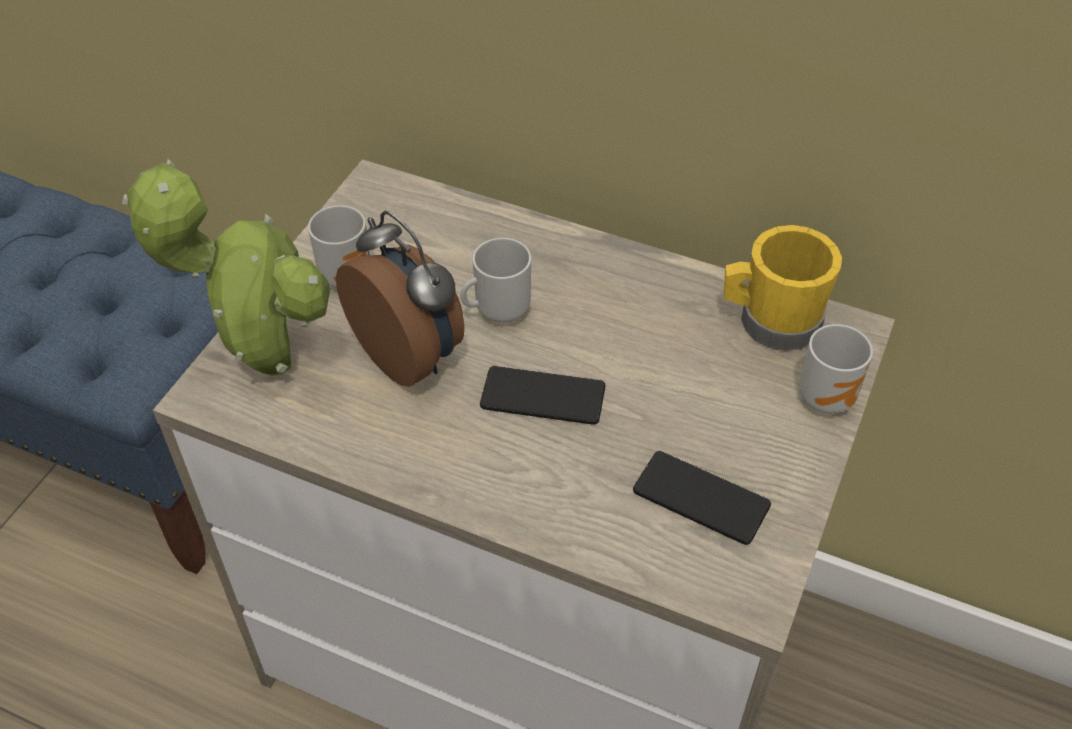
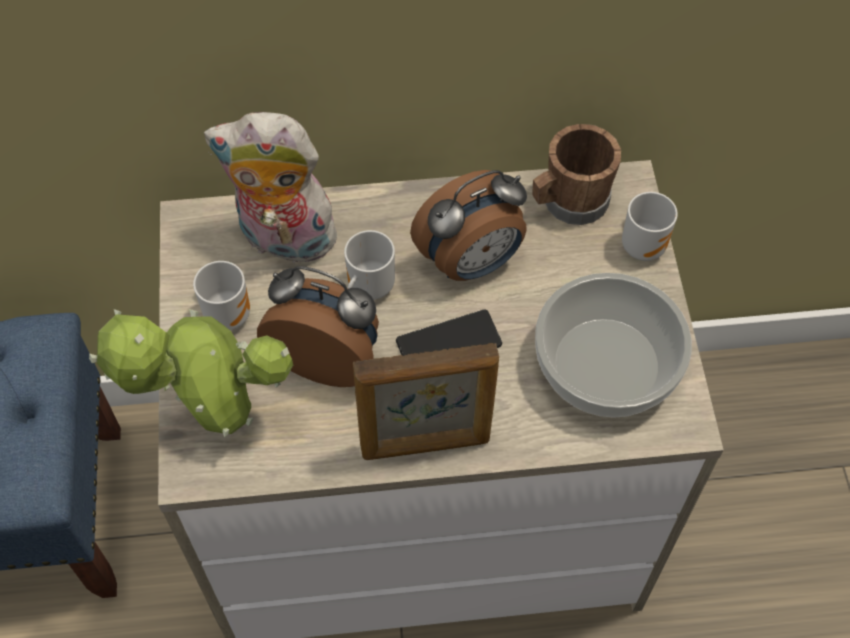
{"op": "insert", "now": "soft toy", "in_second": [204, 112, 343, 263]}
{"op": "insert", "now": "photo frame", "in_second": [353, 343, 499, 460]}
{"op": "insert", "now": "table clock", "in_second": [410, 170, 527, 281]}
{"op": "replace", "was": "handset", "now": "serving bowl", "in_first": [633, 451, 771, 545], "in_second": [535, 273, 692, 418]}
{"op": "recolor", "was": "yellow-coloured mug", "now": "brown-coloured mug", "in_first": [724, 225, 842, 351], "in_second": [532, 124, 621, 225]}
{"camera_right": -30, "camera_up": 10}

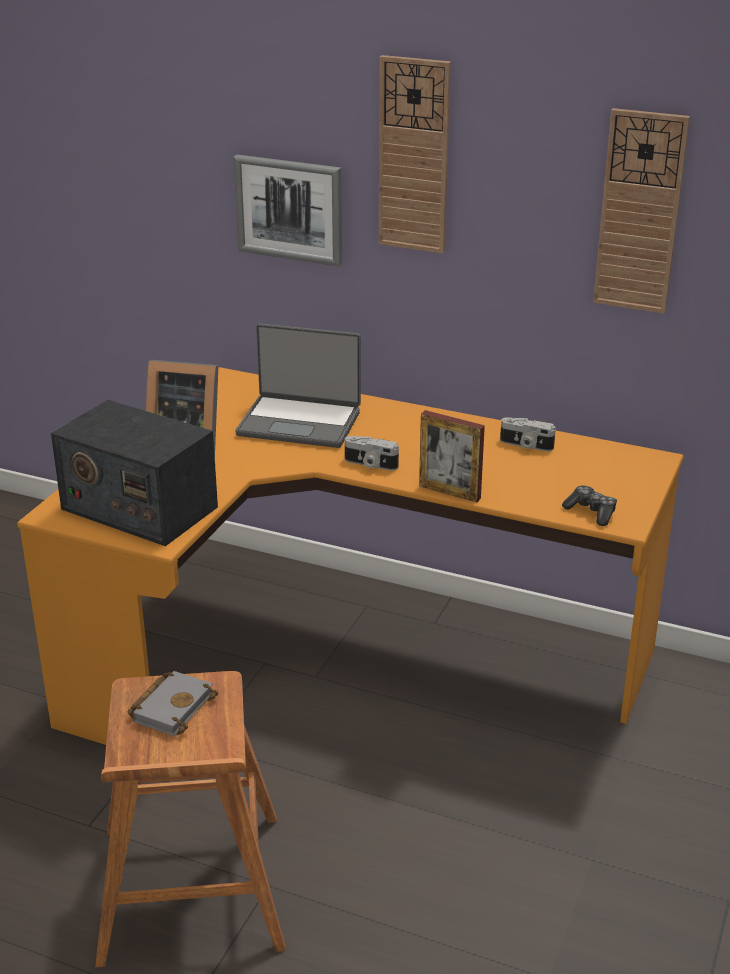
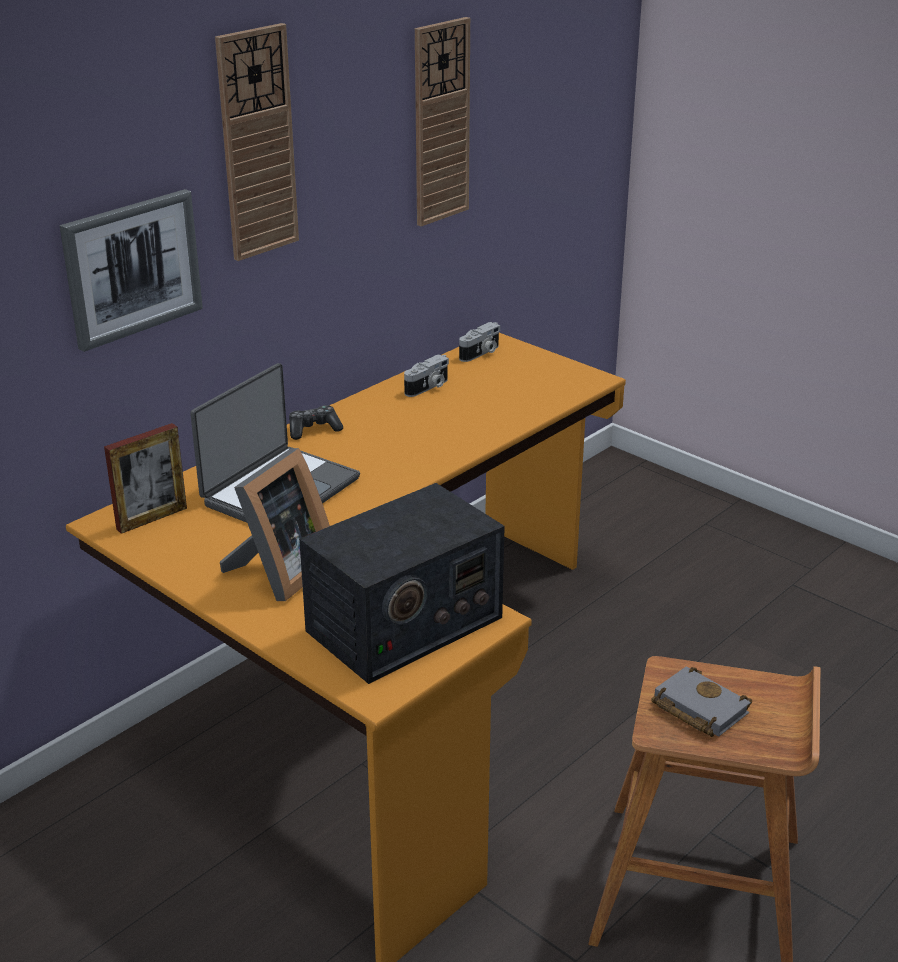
{"op": "move", "was": "still camera", "in_first": [345, 436, 399, 471], "in_second": [459, 322, 500, 362]}
{"op": "move", "was": "photo frame", "in_first": [419, 410, 485, 502], "in_second": [104, 423, 187, 534]}
{"op": "move", "was": "joypad", "in_first": [562, 485, 617, 526], "in_second": [289, 405, 343, 440]}
{"camera_right": -70, "camera_up": 0}

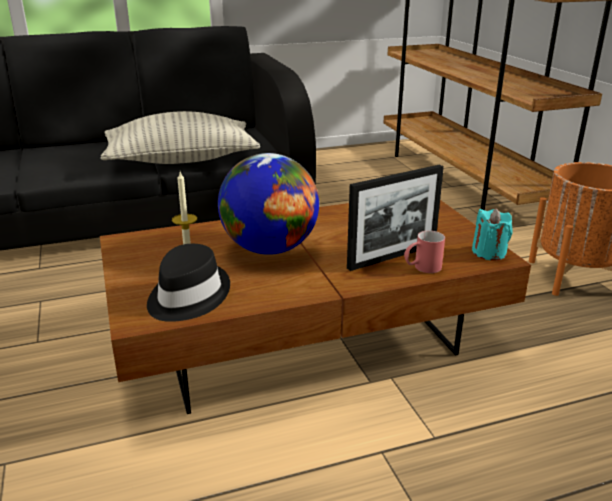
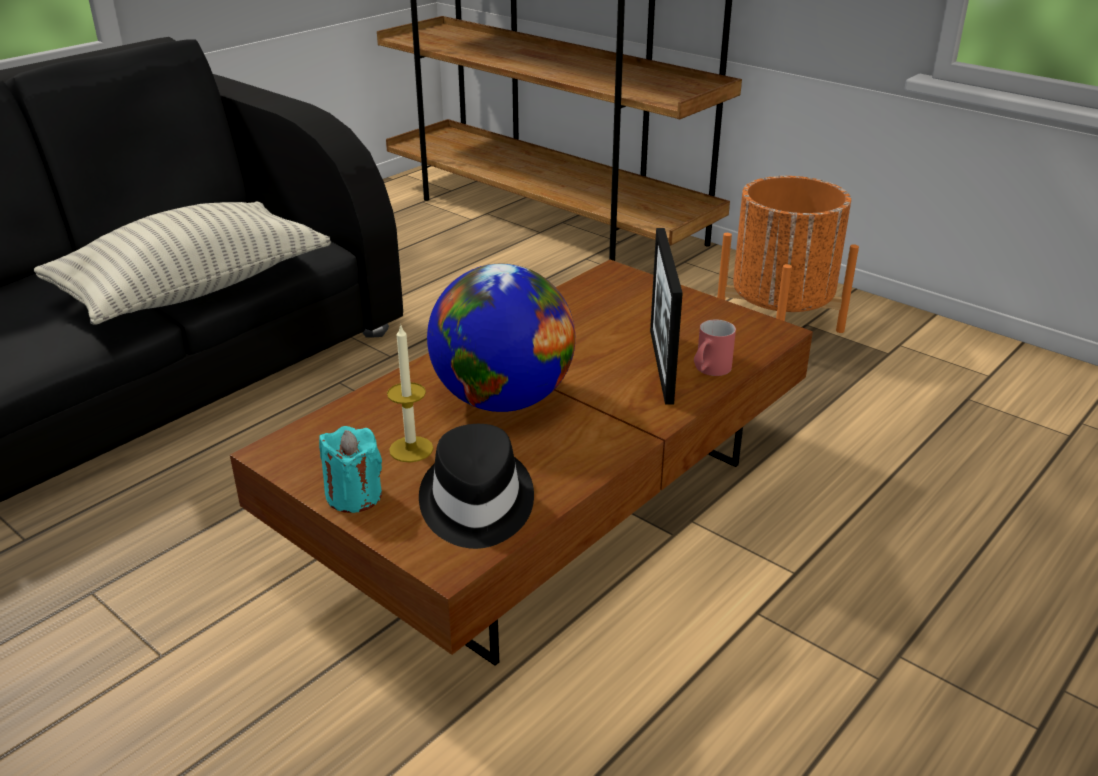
{"op": "move", "was": "turquoise-coloured wax light", "in_first": [472, 208, 513, 261], "in_second": [319, 426, 382, 513]}
{"op": "rotate", "was": "photo frame", "in_first": [347, 165, 444, 271], "in_second": [650, 228, 683, 405], "clockwise": 150}
{"camera_right": -30, "camera_up": 5}

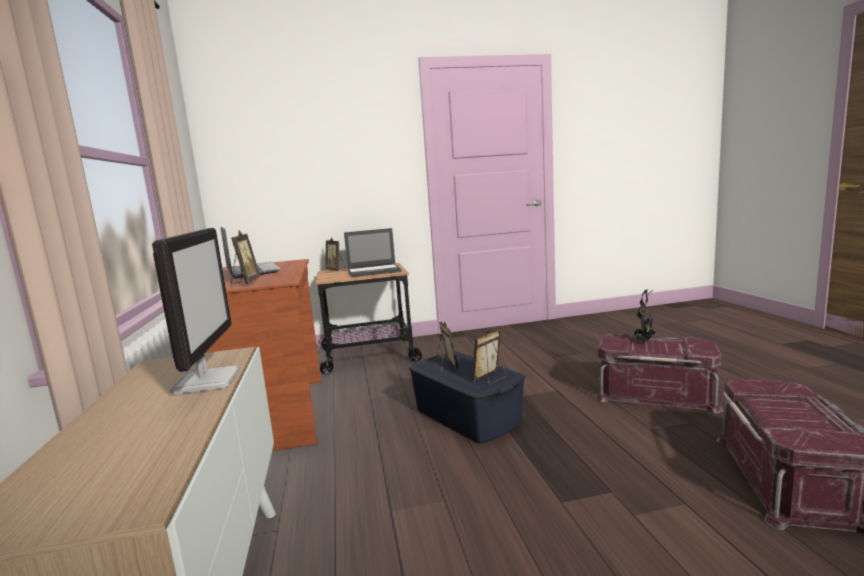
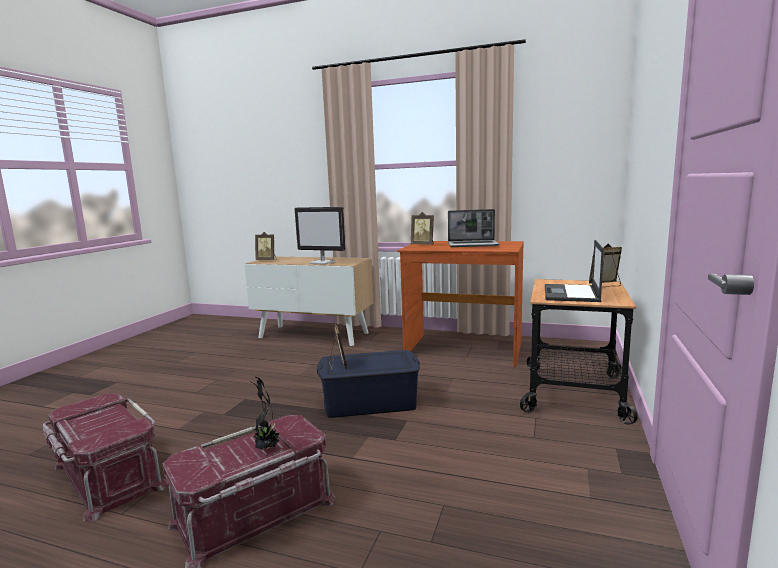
{"op": "move", "was": "photo frame", "in_first": [435, 321, 459, 370], "in_second": [255, 232, 276, 260]}
{"camera_right": 120, "camera_up": 0}

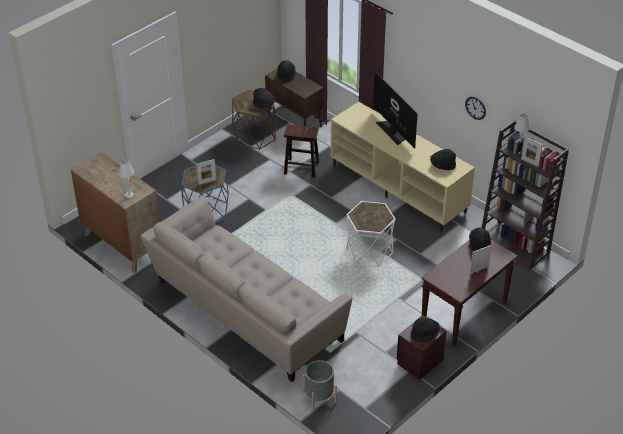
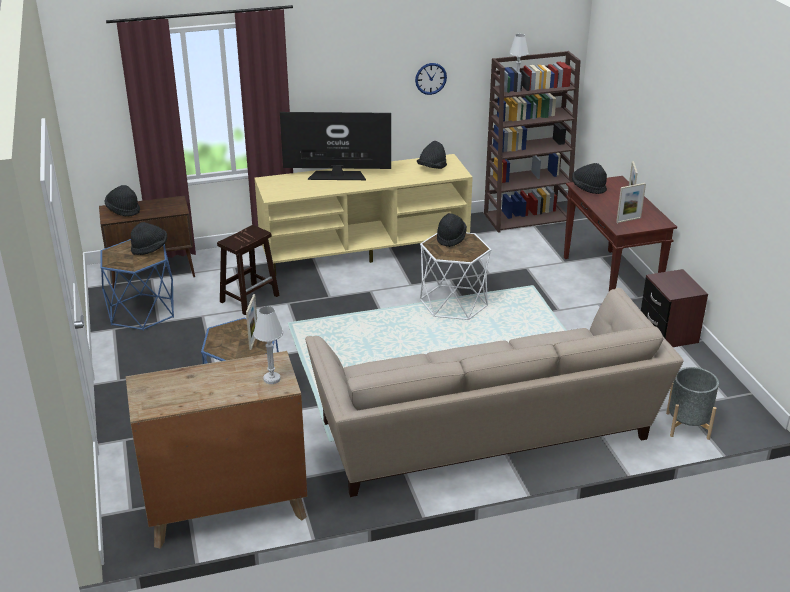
{"op": "move", "was": "black wearable hat", "in_first": [411, 317, 440, 342], "in_second": [437, 213, 467, 247]}
{"op": "move", "was": "photo frame", "in_first": [521, 136, 543, 167], "in_second": [616, 183, 646, 223]}
{"op": "recolor", "was": "brown-coloured side table", "now": "bluish side table", "in_first": [232, 90, 276, 150], "in_second": [100, 239, 174, 331]}
{"camera_right": -60, "camera_up": -10}

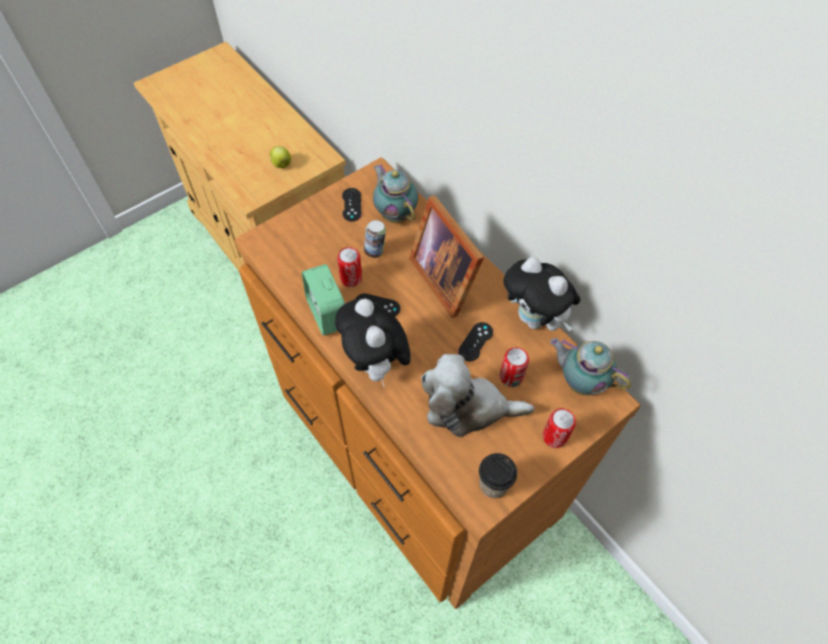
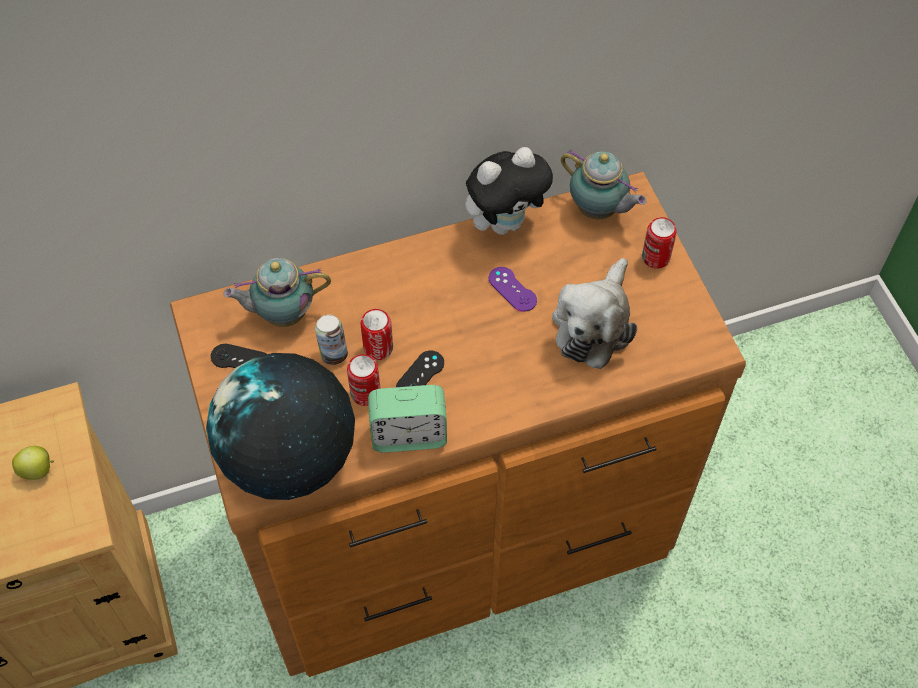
{"op": "delete", "was": "soft toy", "in_first": [335, 298, 411, 387]}
{"op": "delete", "was": "photo frame", "in_first": [409, 195, 484, 318]}
{"op": "delete", "was": "small cup", "in_first": [479, 453, 517, 498]}
{"op": "insert", "now": "globe", "in_second": [206, 353, 355, 500]}
{"op": "move", "was": "metal can", "in_first": [500, 347, 529, 387], "in_second": [361, 309, 393, 360]}
{"op": "recolor", "was": "black joypad", "now": "purple-coloured joypad", "in_first": [458, 322, 493, 362], "in_second": [489, 267, 537, 312]}
{"op": "rotate", "was": "pot for tea", "in_first": [550, 338, 631, 396], "in_second": [561, 149, 647, 219], "clockwise": -105}
{"camera_right": -70, "camera_up": 0}

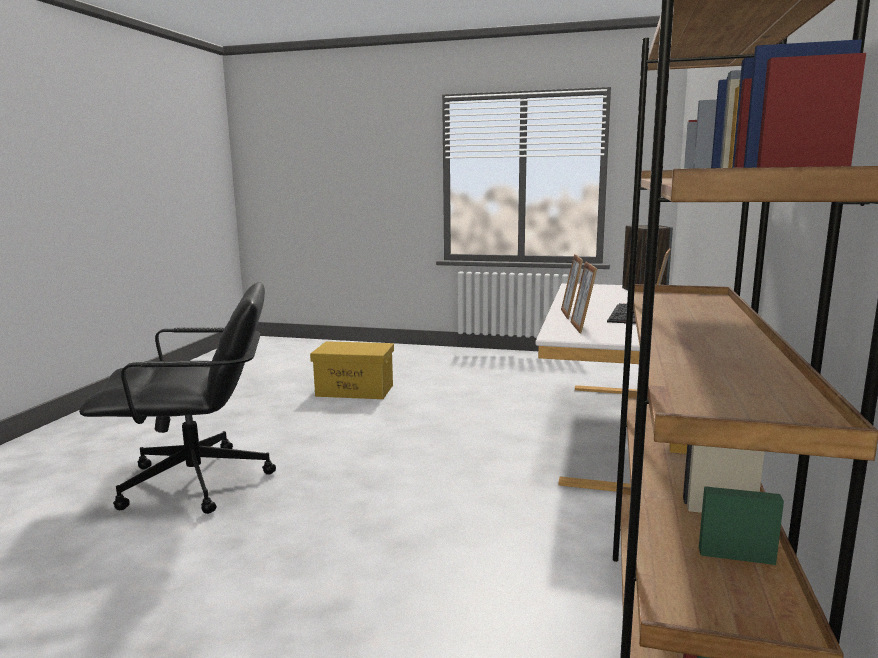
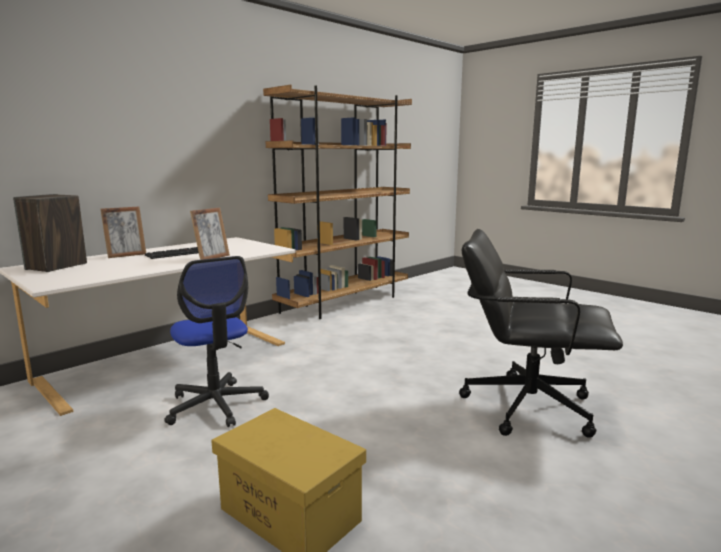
{"op": "delete", "was": "photo frame", "in_first": [571, 262, 597, 333]}
{"op": "insert", "now": "computer chair", "in_second": [164, 256, 269, 427]}
{"camera_right": -150, "camera_up": 0}

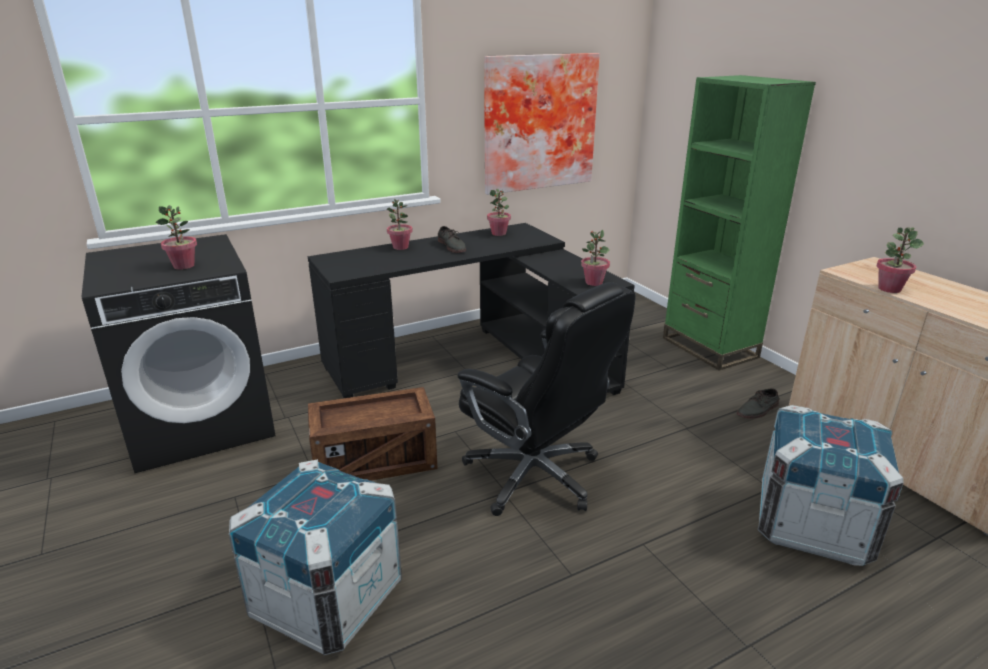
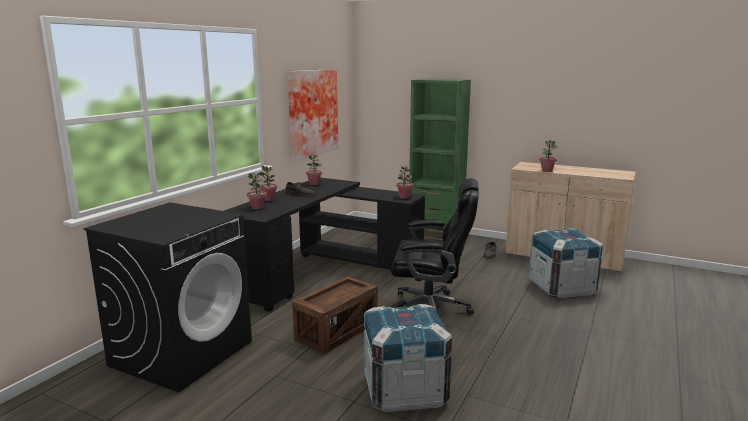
{"op": "move", "was": "houseplant", "in_first": [156, 205, 197, 270], "in_second": [247, 172, 266, 209]}
{"camera_right": -35, "camera_up": -10}

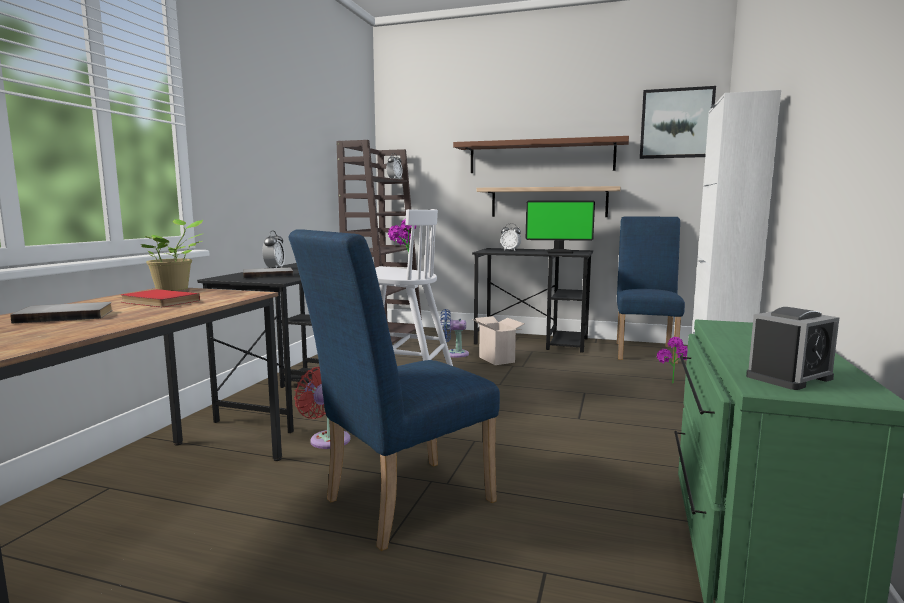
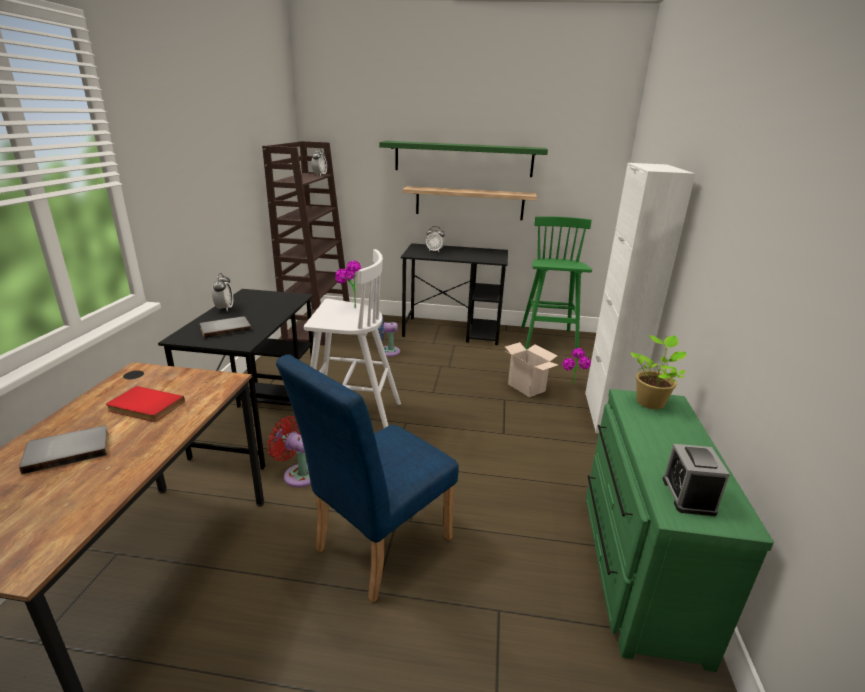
{"op": "delete", "was": "computer screen", "in_first": [526, 201, 595, 254]}
{"op": "delete", "was": "wall art", "in_first": [640, 86, 716, 159]}
{"op": "move", "was": "houseplant", "in_first": [141, 219, 204, 291], "in_second": [631, 335, 686, 409]}
{"op": "move", "was": "carton", "in_first": [472, 316, 525, 365], "in_second": [505, 342, 558, 397]}
{"op": "replace", "was": "bluish chair", "now": "green stool", "in_first": [617, 216, 685, 364], "in_second": [521, 216, 592, 356]}
{"op": "recolor", "was": "brown-coloured shelf", "now": "green shelf", "in_first": [453, 136, 629, 173], "in_second": [379, 141, 548, 177]}
{"op": "rotate", "was": "table clock", "in_first": [746, 307, 840, 390], "in_second": [663, 444, 730, 516], "clockwise": 135}
{"camera_right": -10, "camera_up": 15}

